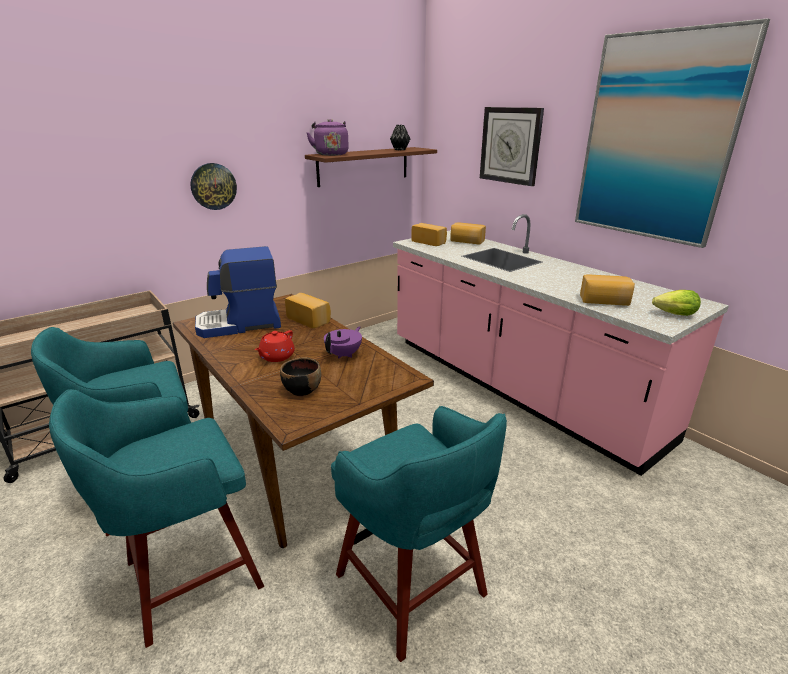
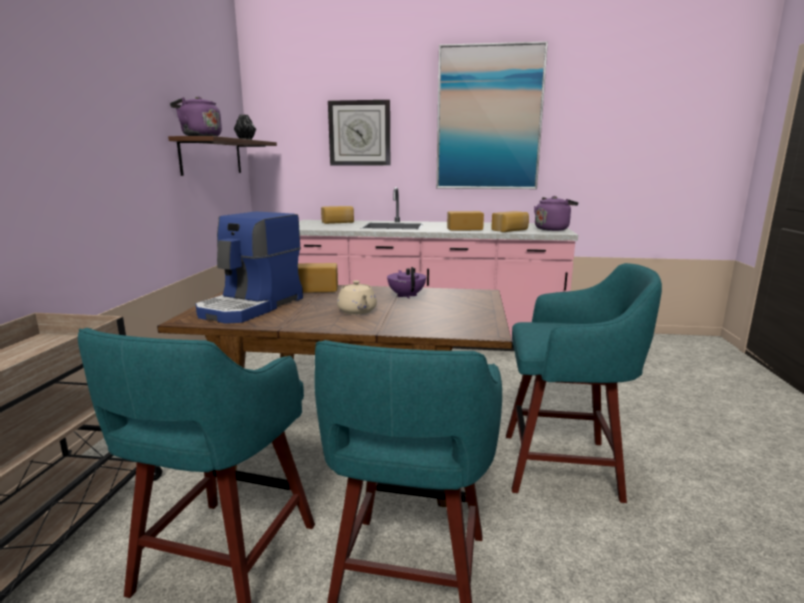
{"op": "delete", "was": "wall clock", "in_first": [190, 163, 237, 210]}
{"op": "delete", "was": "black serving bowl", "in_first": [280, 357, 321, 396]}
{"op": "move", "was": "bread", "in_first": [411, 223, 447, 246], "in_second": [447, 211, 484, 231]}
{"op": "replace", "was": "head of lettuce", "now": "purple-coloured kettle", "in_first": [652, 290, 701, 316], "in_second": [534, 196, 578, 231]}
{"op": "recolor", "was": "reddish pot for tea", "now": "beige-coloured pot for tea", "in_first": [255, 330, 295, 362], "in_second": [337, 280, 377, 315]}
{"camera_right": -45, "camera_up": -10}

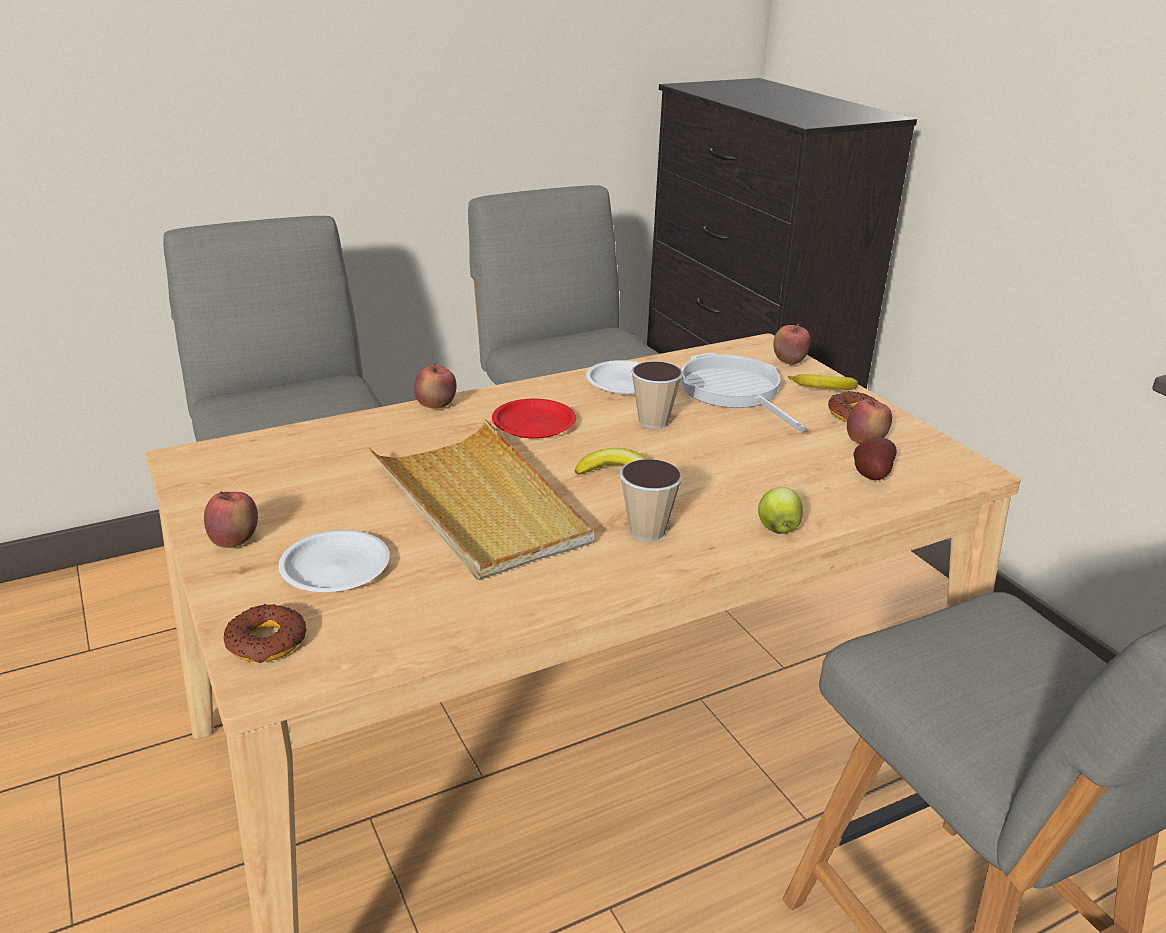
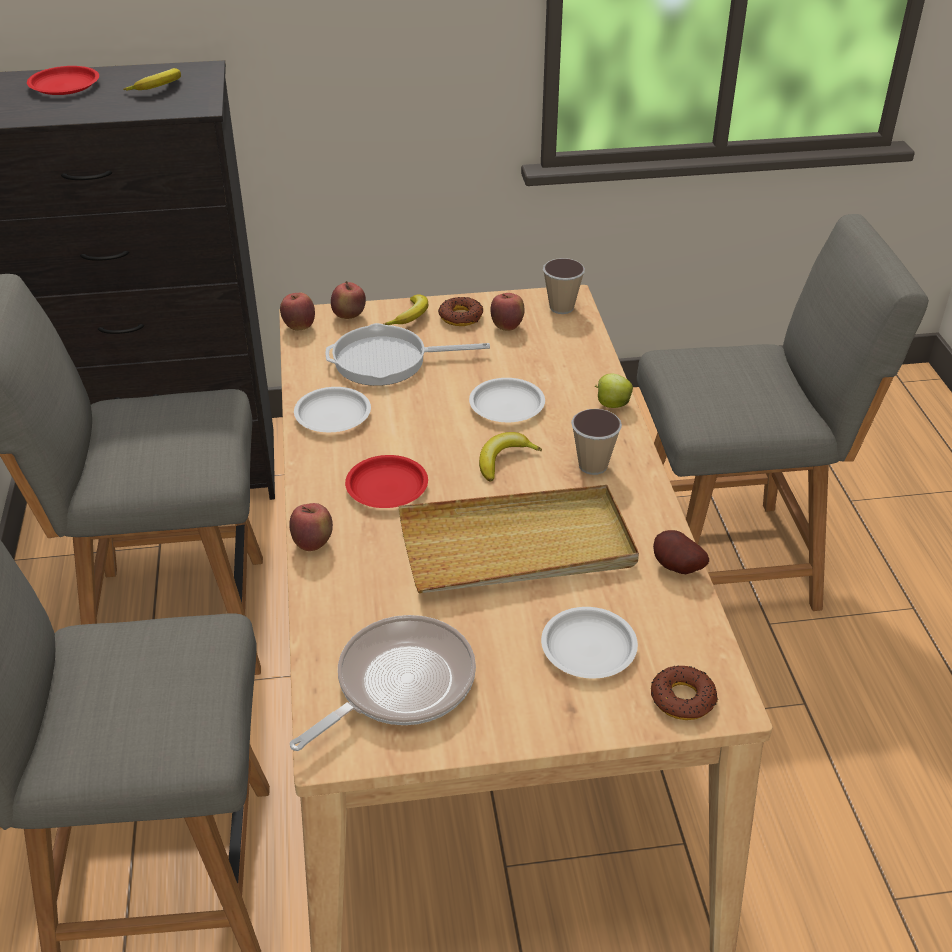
{"op": "insert", "now": "reddish plate", "in_second": [27, 66, 99, 95]}
{"op": "insert", "now": "banana", "in_second": [123, 68, 181, 91]}
{"op": "insert", "now": "pan", "in_second": [290, 615, 476, 751]}
{"op": "insert", "now": "white plate", "in_second": [469, 378, 545, 422]}
{"op": "move", "was": "apple", "in_first": [204, 491, 258, 548], "in_second": [280, 292, 315, 330]}
{"op": "move", "was": "small cup", "in_first": [631, 361, 683, 429], "in_second": [543, 258, 585, 314]}
{"op": "move", "was": "whole potato", "in_first": [853, 437, 897, 480], "in_second": [653, 530, 709, 574]}
{"camera_right": -70, "camera_up": 10}

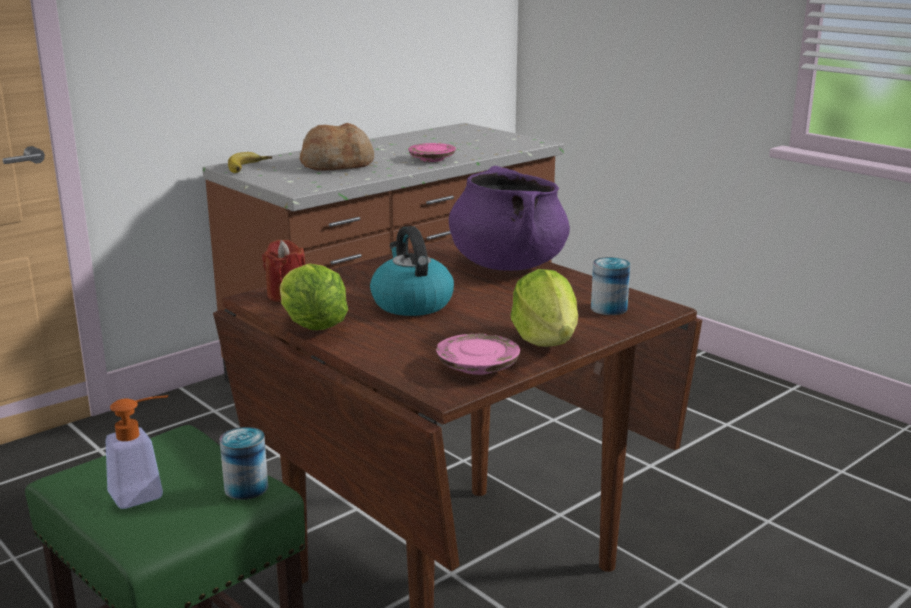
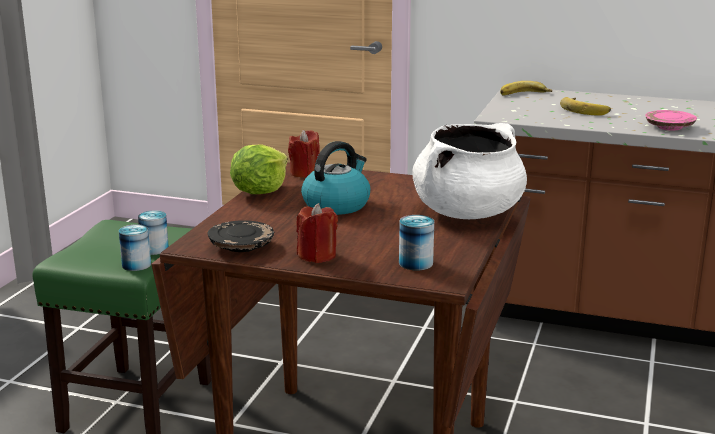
{"op": "delete", "was": "soap bottle", "in_first": [106, 395, 168, 509]}
{"op": "insert", "now": "metal can", "in_second": [138, 211, 169, 255]}
{"op": "replace", "was": "bread", "now": "banana", "in_first": [300, 123, 374, 171], "in_second": [560, 97, 611, 116]}
{"op": "replace", "was": "head of lettuce", "now": "reddish wax light", "in_first": [511, 269, 578, 347], "in_second": [296, 203, 338, 263]}
{"op": "recolor", "was": "pinkish plate", "now": "black plate", "in_first": [436, 334, 520, 375], "in_second": [208, 220, 274, 252]}
{"op": "recolor", "was": "purple-coloured stockpot", "now": "white stockpot", "in_first": [449, 166, 570, 271], "in_second": [412, 123, 527, 219]}
{"camera_right": 60, "camera_up": 0}

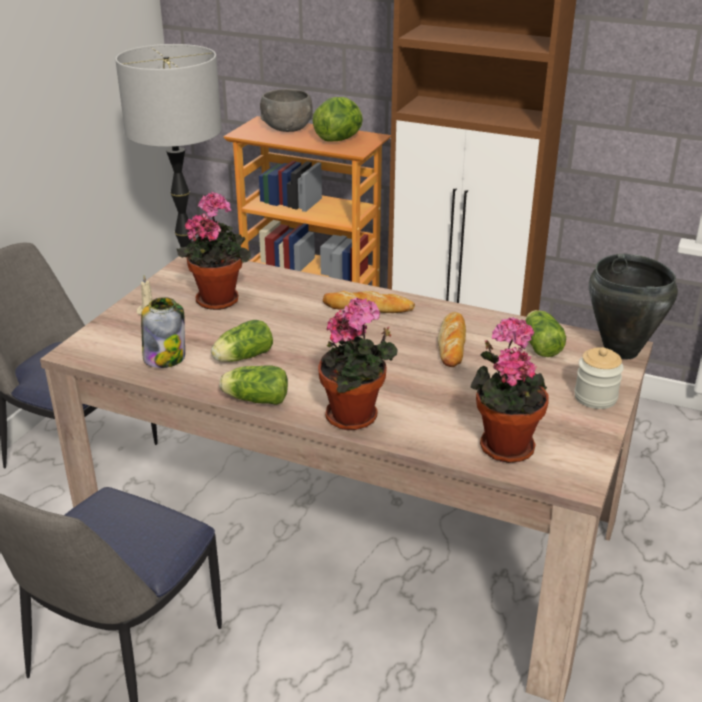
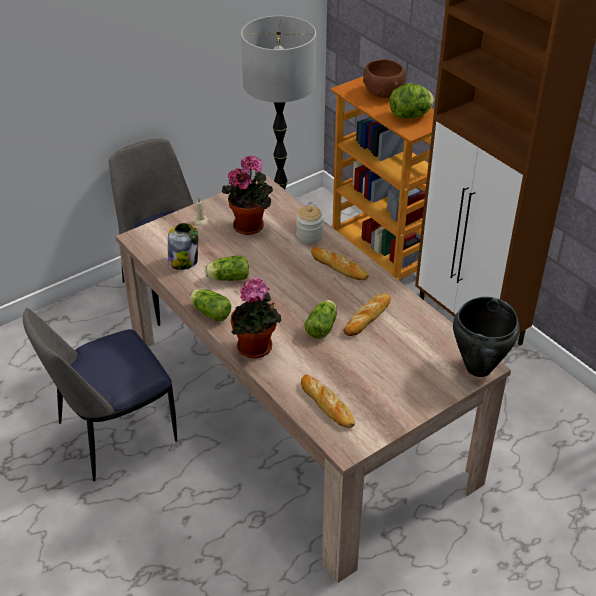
{"op": "move", "was": "head of lettuce", "in_first": [525, 310, 566, 357], "in_second": [305, 300, 337, 339]}
{"op": "move", "was": "preserve jar", "in_first": [574, 347, 624, 409], "in_second": [296, 206, 323, 244]}
{"op": "replace", "was": "houseplant", "now": "bread", "in_first": [471, 317, 549, 463], "in_second": [301, 374, 355, 428]}
{"op": "recolor", "was": "grey serving bowl", "now": "brown-coloured serving bowl", "in_first": [260, 89, 313, 132], "in_second": [363, 60, 405, 98]}
{"camera_right": 30, "camera_up": 10}

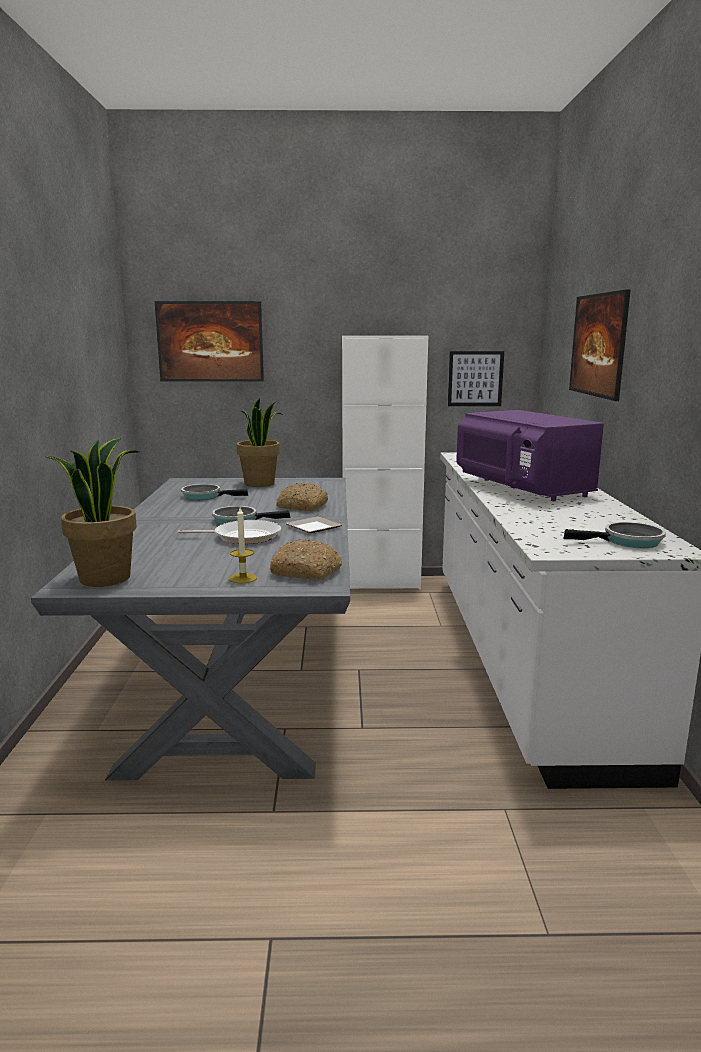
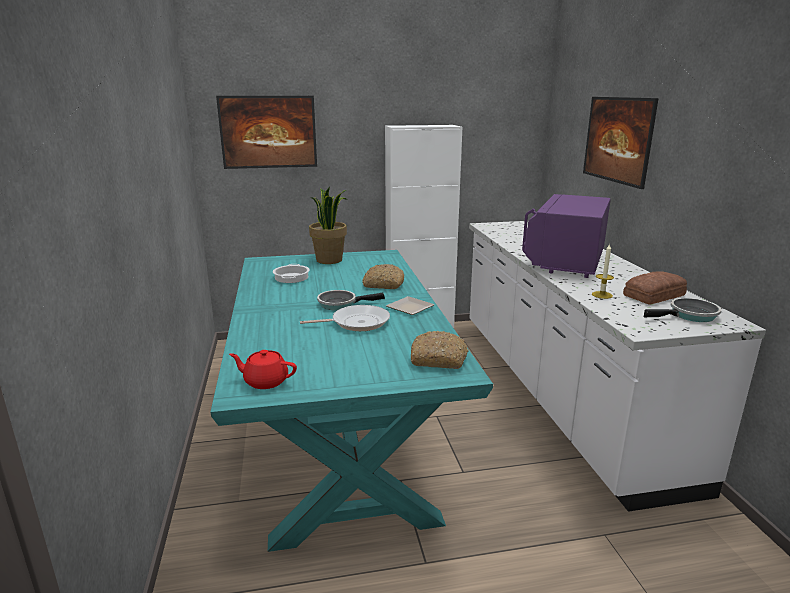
{"op": "delete", "was": "wall art", "in_first": [448, 351, 504, 406]}
{"op": "insert", "now": "bread", "in_second": [623, 271, 687, 305]}
{"op": "move", "was": "wax light", "in_first": [229, 508, 257, 583], "in_second": [592, 243, 614, 299]}
{"op": "replace", "was": "houseplant", "now": "reddish pot for tea", "in_first": [44, 438, 139, 587], "in_second": [229, 350, 297, 389]}
{"op": "replace", "was": "pan", "now": "stockpot", "in_first": [181, 484, 248, 500], "in_second": [273, 264, 310, 283]}
{"op": "recolor", "was": "grey dinner table", "now": "turquoise-coloured dinner table", "in_first": [31, 478, 350, 781], "in_second": [211, 250, 493, 552]}
{"op": "rotate", "was": "purple-coloured kitchen microwave", "in_first": [456, 410, 604, 501], "in_second": [522, 194, 611, 278], "clockwise": 60}
{"camera_right": -10, "camera_up": 5}

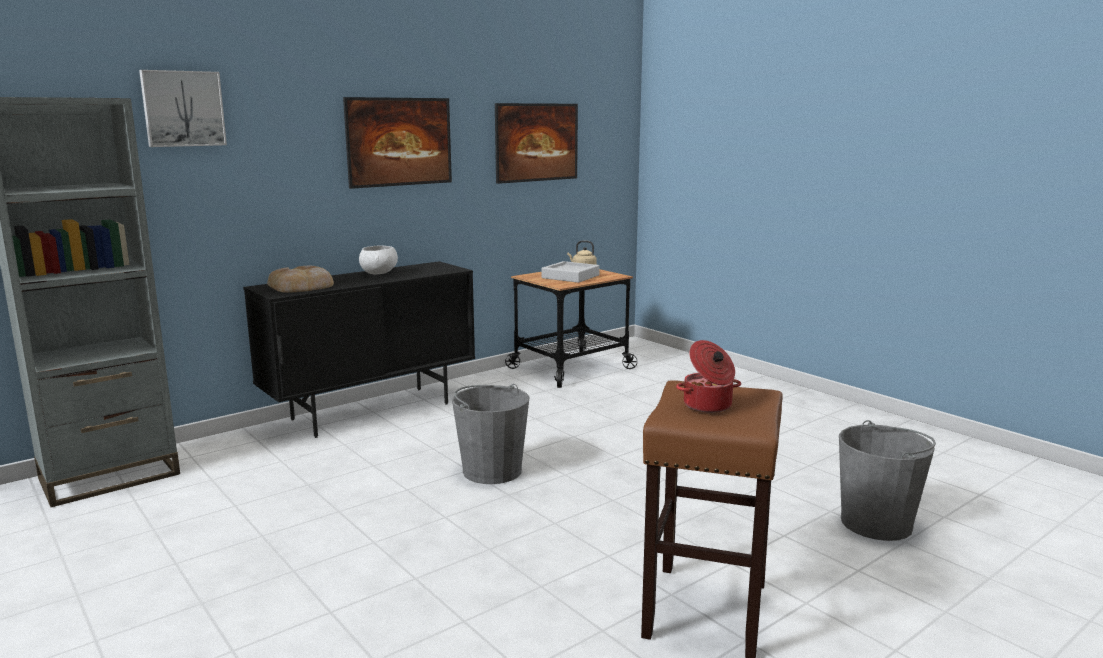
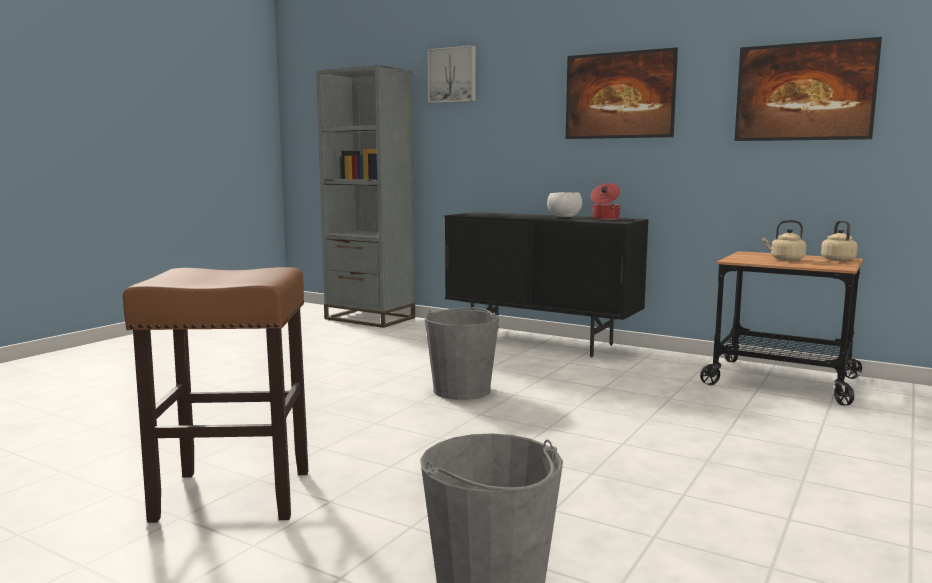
{"op": "delete", "was": "bread", "in_first": [267, 266, 334, 293]}
{"op": "move", "was": "stockpot", "in_first": [676, 340, 741, 413], "in_second": [591, 183, 622, 220]}
{"op": "replace", "was": "grey carrying tray", "now": "beige-coloured kettle", "in_first": [541, 261, 600, 283], "in_second": [762, 220, 806, 261]}
{"camera_right": 70, "camera_up": -5}

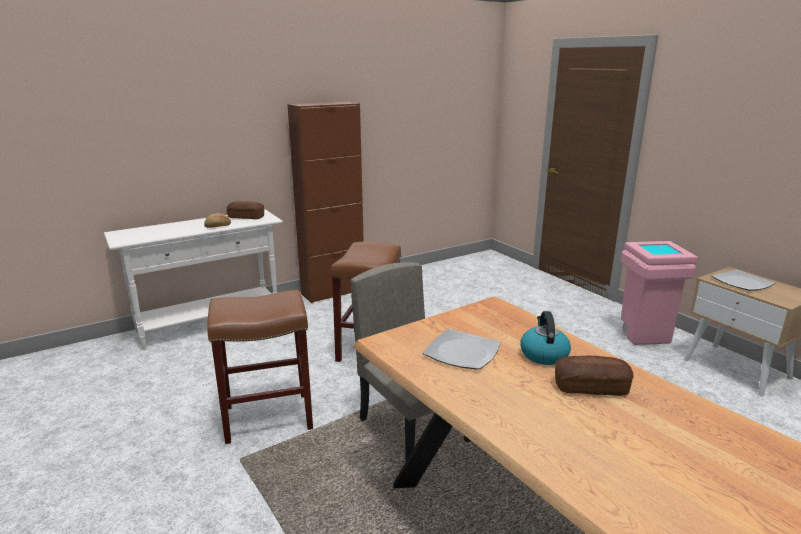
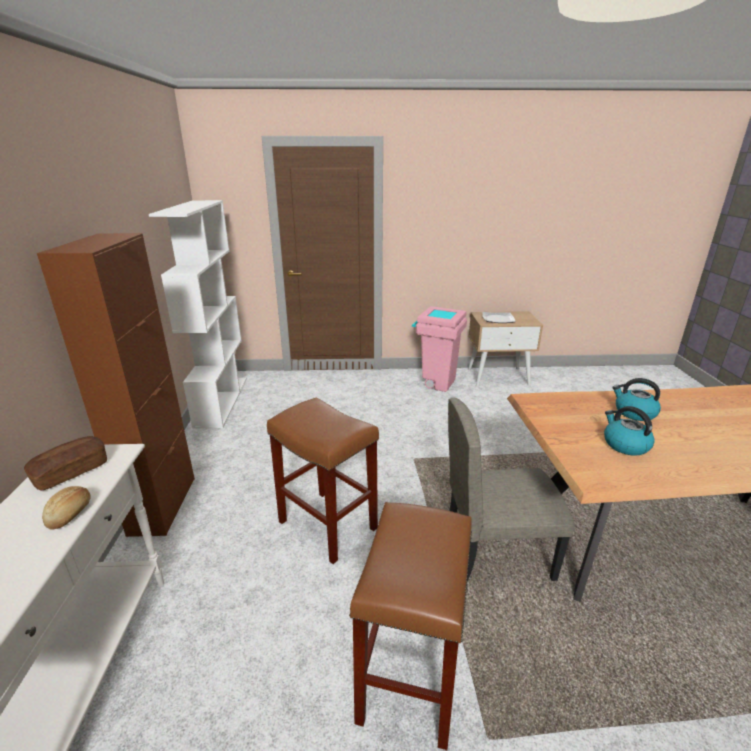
{"op": "delete", "was": "bread", "in_first": [555, 356, 633, 396]}
{"op": "insert", "now": "white bookcase", "in_second": [149, 200, 247, 429]}
{"op": "replace", "was": "plate", "now": "kettle", "in_first": [423, 329, 501, 370], "in_second": [604, 406, 655, 456]}
{"camera_right": -60, "camera_up": 5}

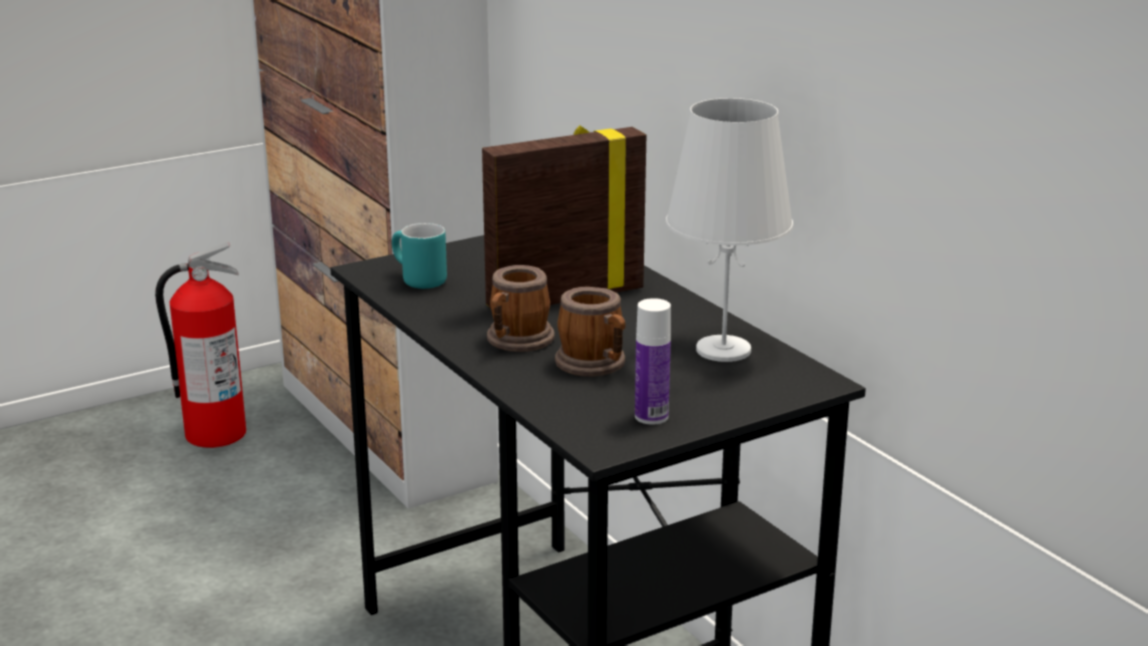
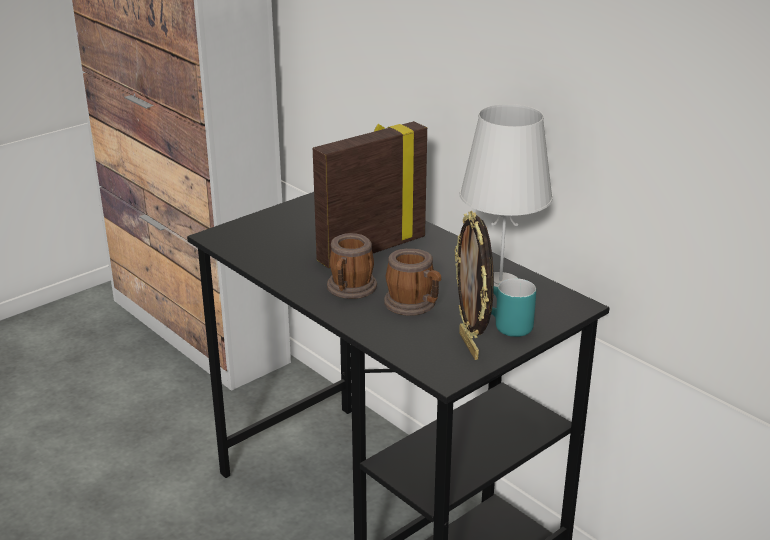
{"op": "delete", "was": "fire-fighting cylinder", "in_first": [155, 242, 246, 448]}
{"op": "move", "was": "turquoise-coloured mug", "in_first": [392, 223, 447, 289], "in_second": [491, 278, 536, 337]}
{"op": "replace", "was": "drink bottle", "now": "photo frame", "in_first": [635, 298, 671, 425], "in_second": [455, 211, 494, 360]}
{"camera_right": -10, "camera_up": 5}

